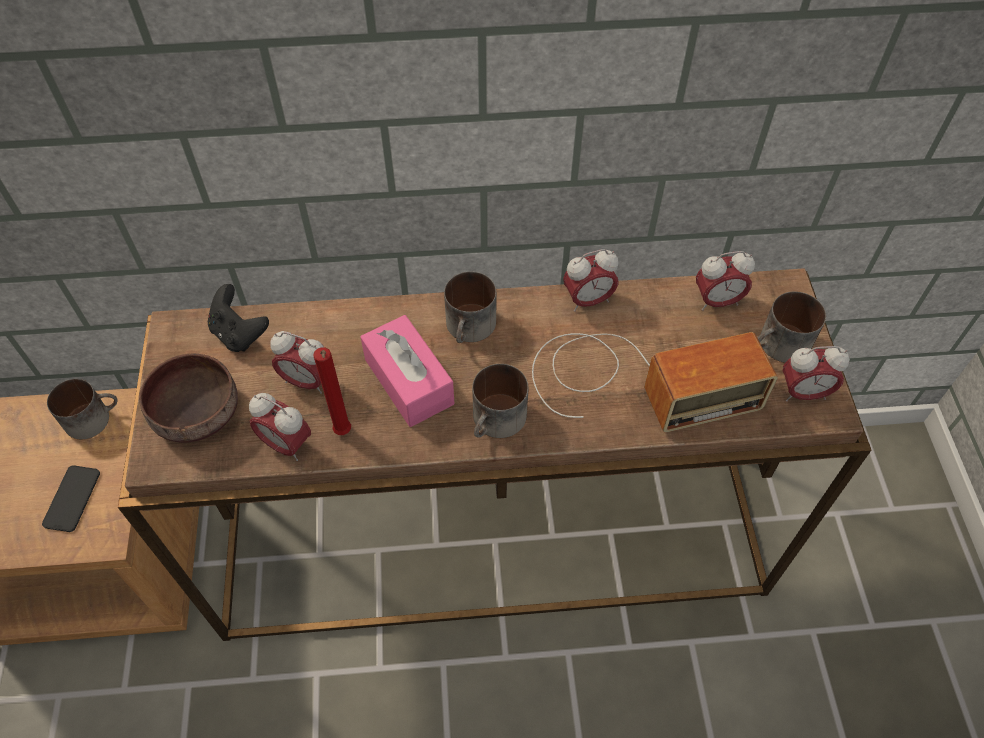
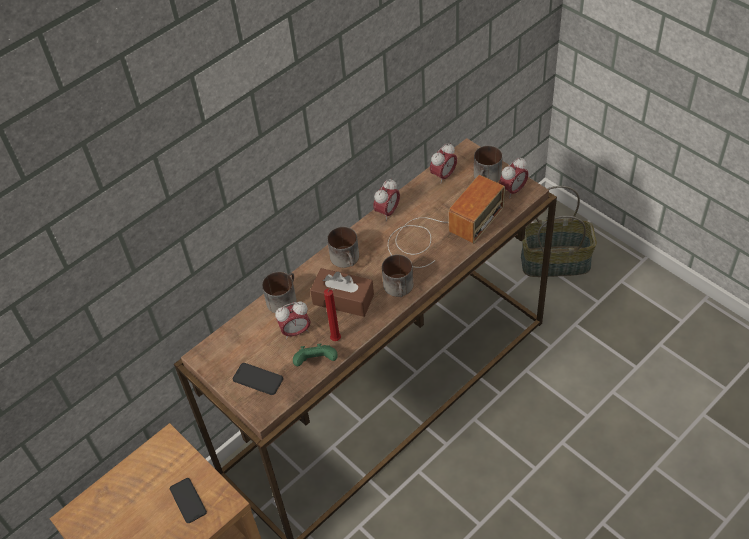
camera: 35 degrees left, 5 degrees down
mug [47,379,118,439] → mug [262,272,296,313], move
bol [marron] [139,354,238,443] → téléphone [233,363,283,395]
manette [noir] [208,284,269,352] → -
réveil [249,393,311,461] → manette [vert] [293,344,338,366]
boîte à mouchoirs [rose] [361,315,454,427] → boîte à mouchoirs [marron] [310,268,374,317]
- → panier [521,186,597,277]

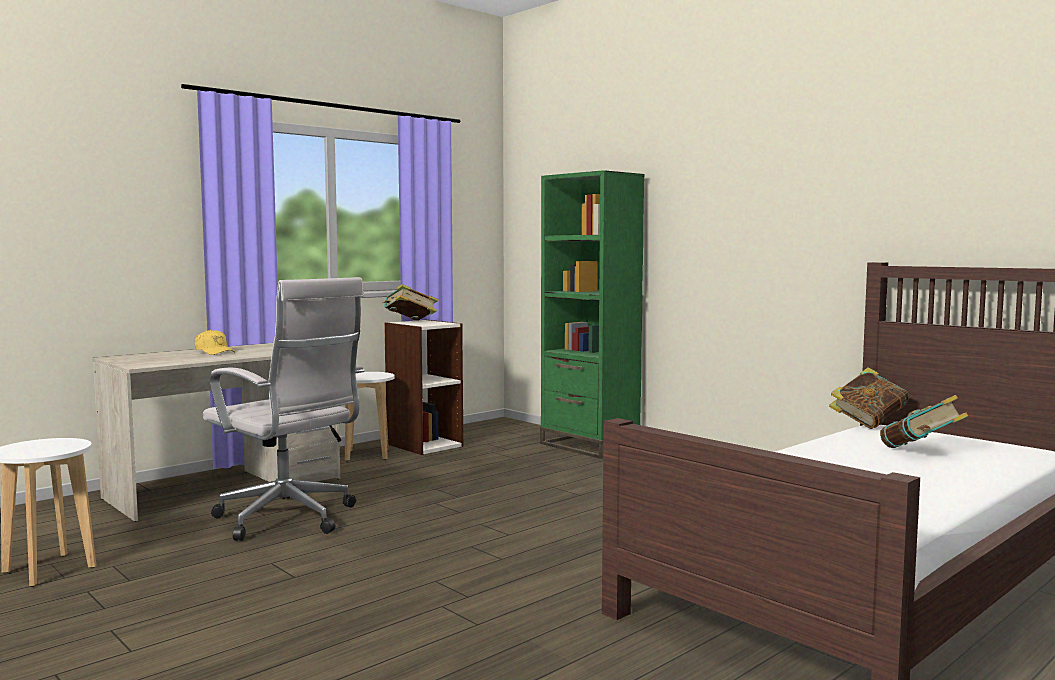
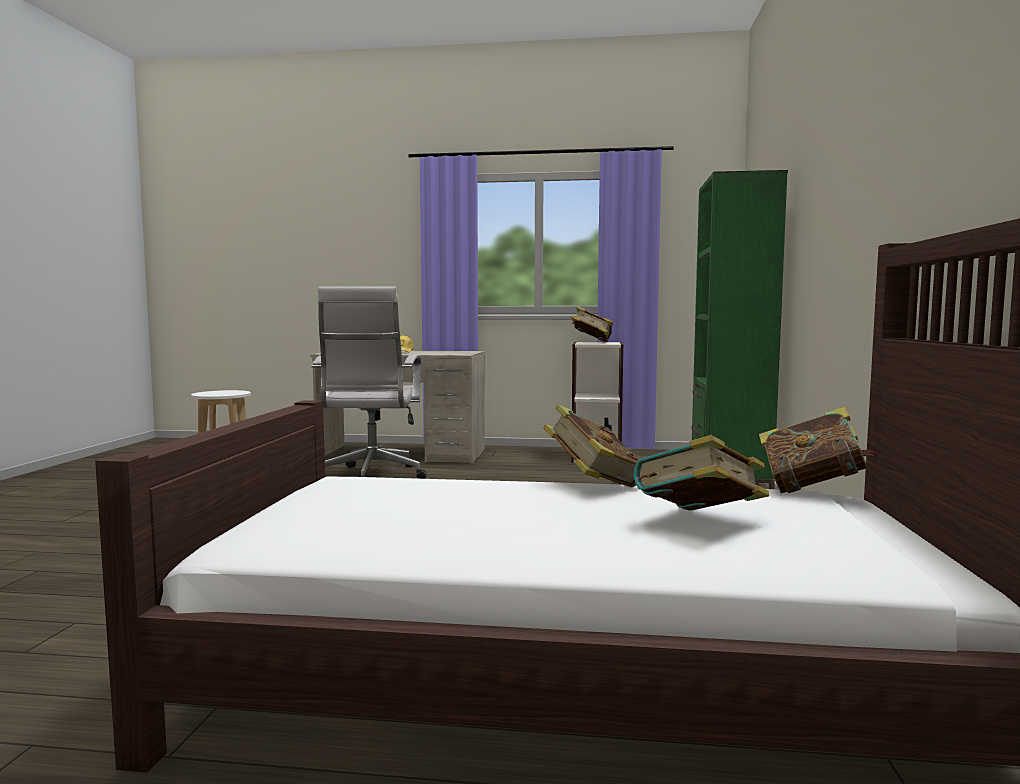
camera: 50 degrees right, 0 degrees up
tabouret [blanc] [345,372,394,461] → -
- → livre [543,404,640,487]

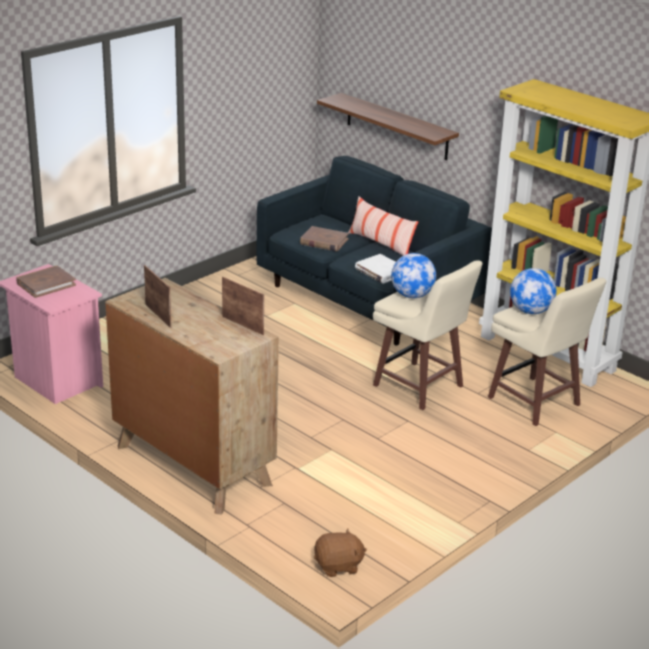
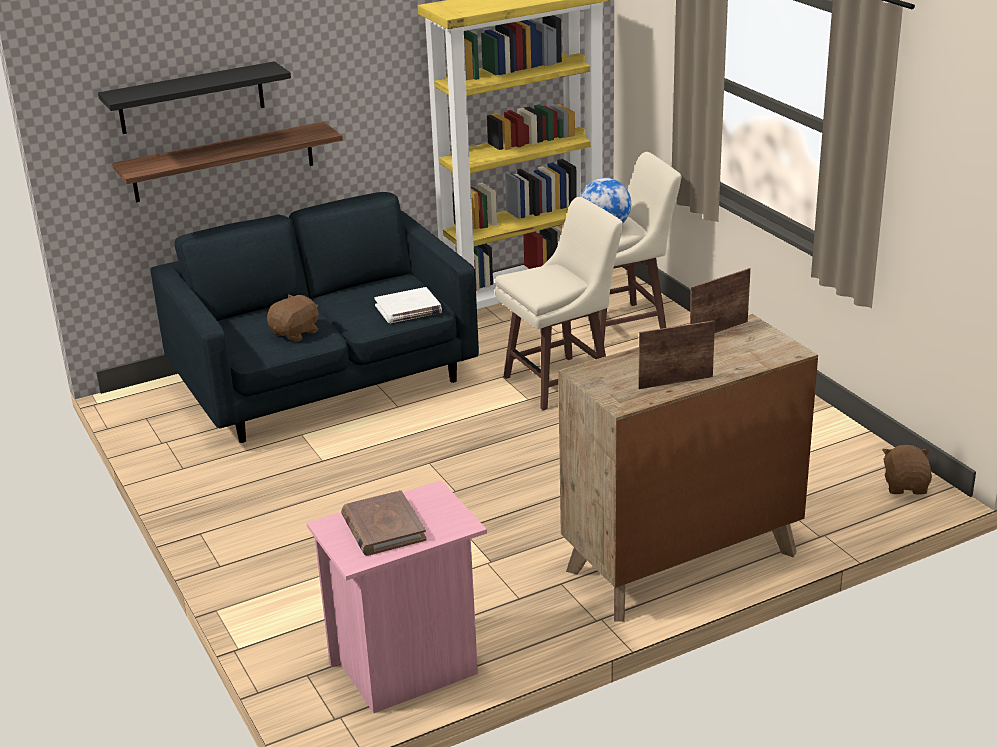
camera: 70 degrees left, 0 degrees up
livre [marron] [300,226,349,252] → peluche [marron] [267,294,319,342]
coussin [348,196,418,256] → -
globe [391,253,436,298] → -
- → étagère [noir] [98,61,291,134]

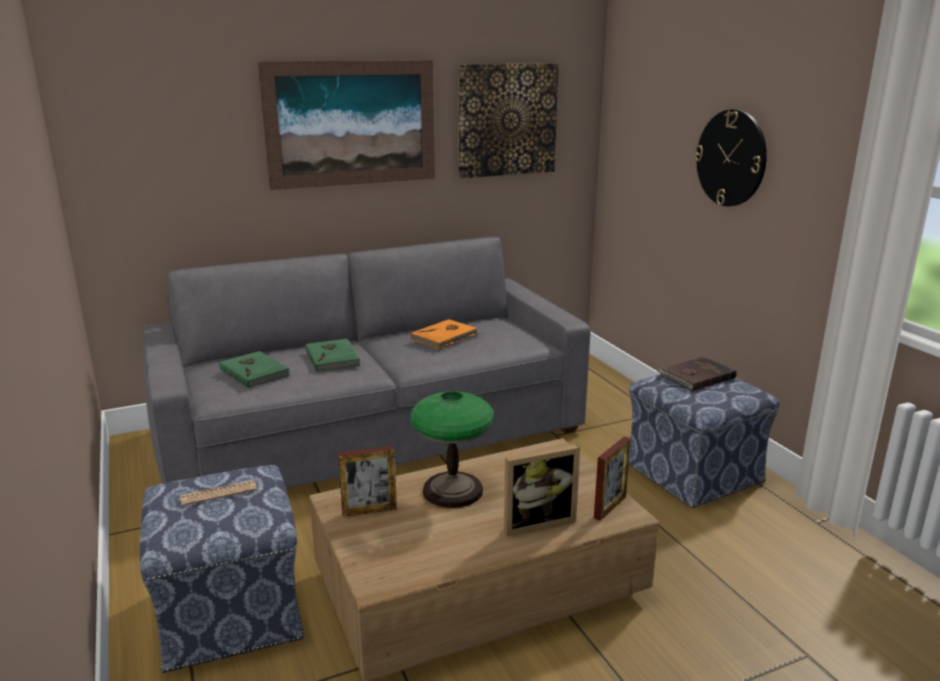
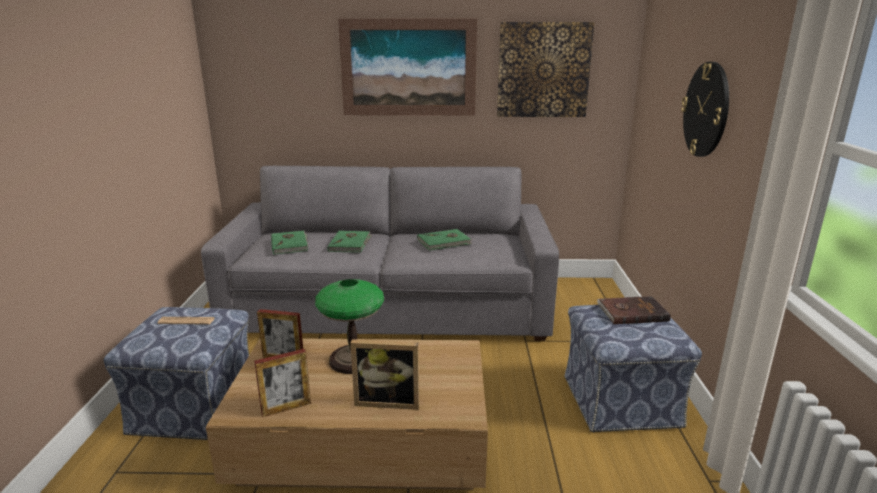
camera: 25 degrees right, 0 degrees up
livre [orange] [410,319,480,350] → livre [vert] [417,229,473,251]
cadre photo [594,436,631,521] → cadre photo [254,349,311,417], move

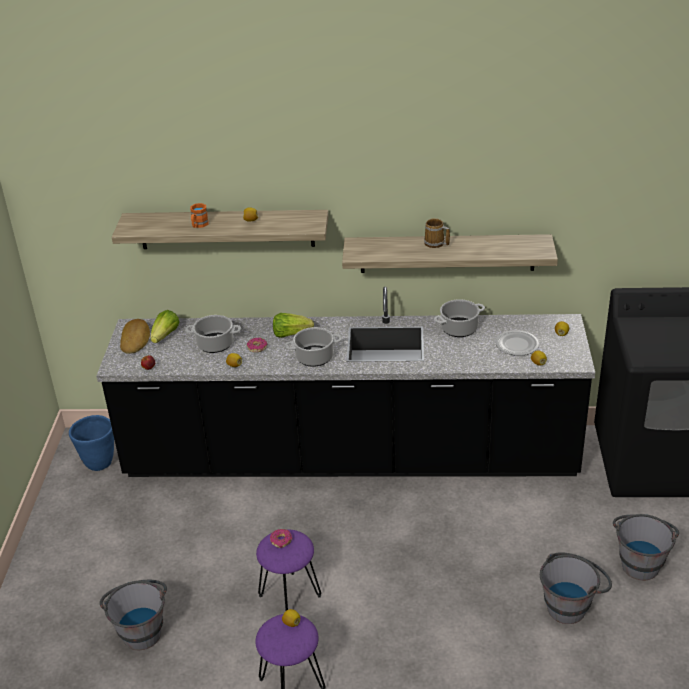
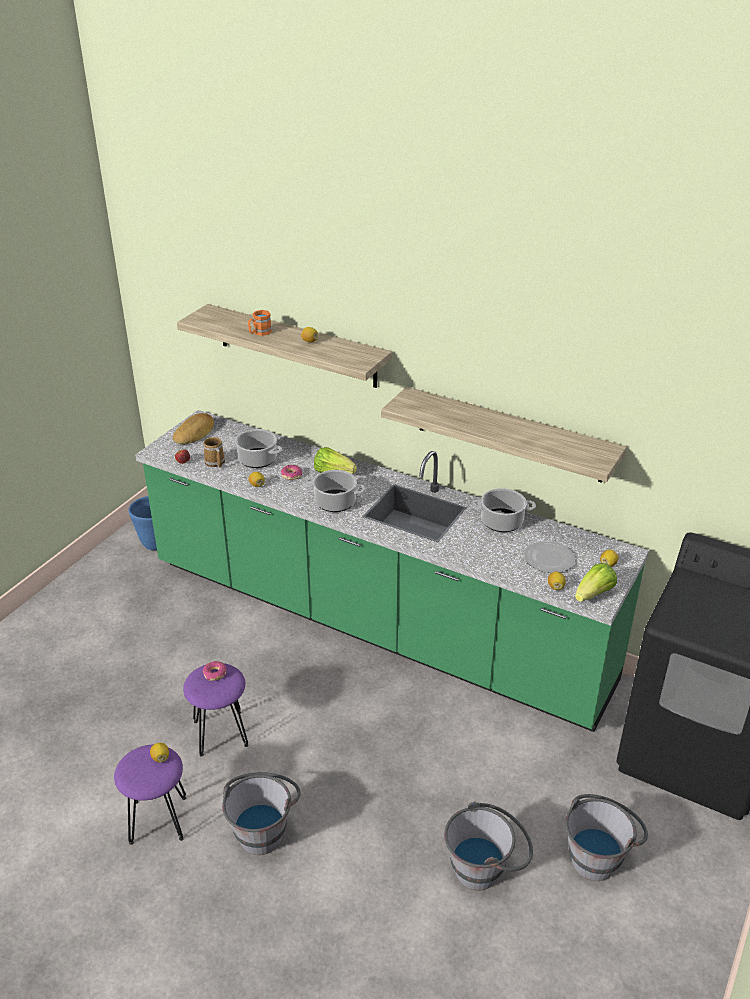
camera: 25 degrees right, 0 degrees up
comptoir de cuisine [noir] [96,286,595,477] → comptoir de cuisine [vert] [135,410,649,732]
seau [gris] [100,580,167,650] → seau [gris] [222,772,301,855], move
laitue [151,310,180,343] → laitue [575,563,617,602], move
mug [424,218,450,248] → mug [203,437,225,468], move

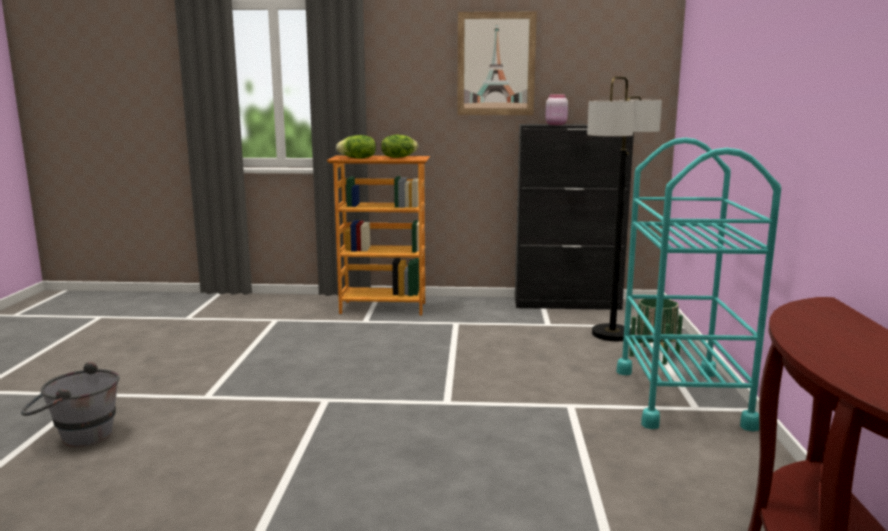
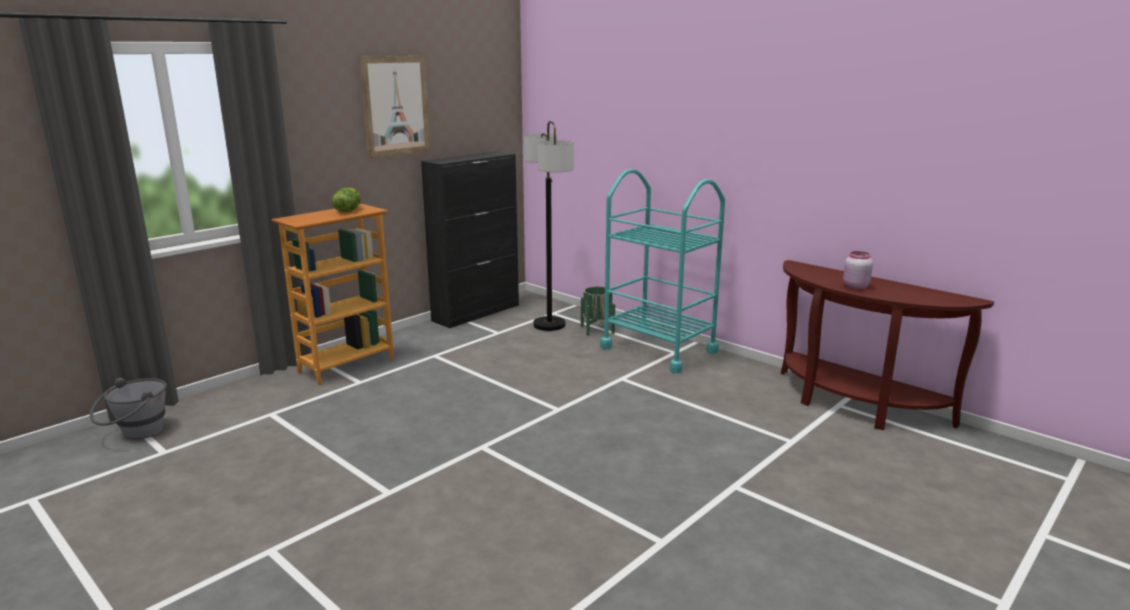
camera: 50 degrees left, 5 degrees up
seau [gris] [21,362,120,447] → seau [gris] [90,378,167,440], move
laitue [336,135,376,159] → -
bocal [rose] [545,94,568,125] → bocal [rose] [843,251,873,289], move

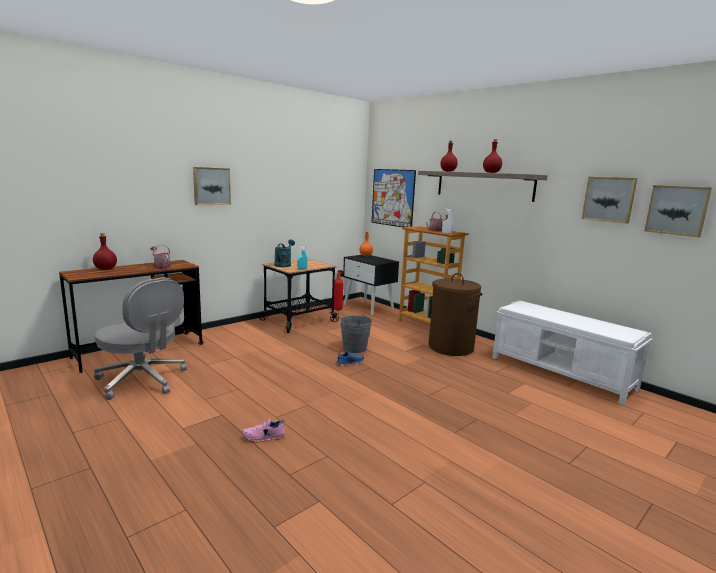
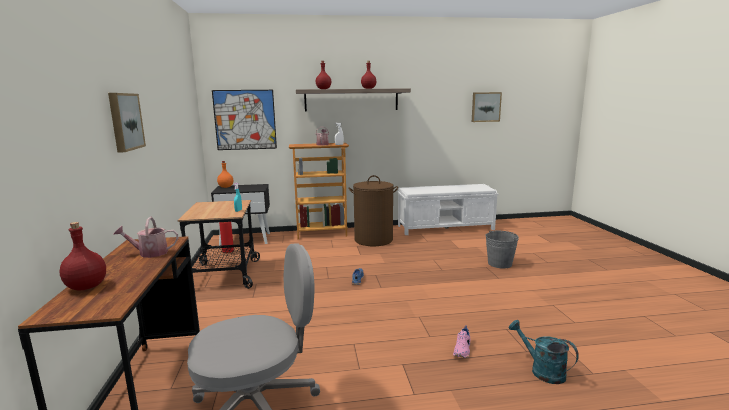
camera: 55 degrees left, 0 degrees up
arrosoir [turquoise] [274,240,295,267] → arrosoir [turquoise] [509,320,579,384], move
seau [gris] [340,314,372,353] → seau [gris] [485,230,519,268], move
tableau [582,177,637,224] → -

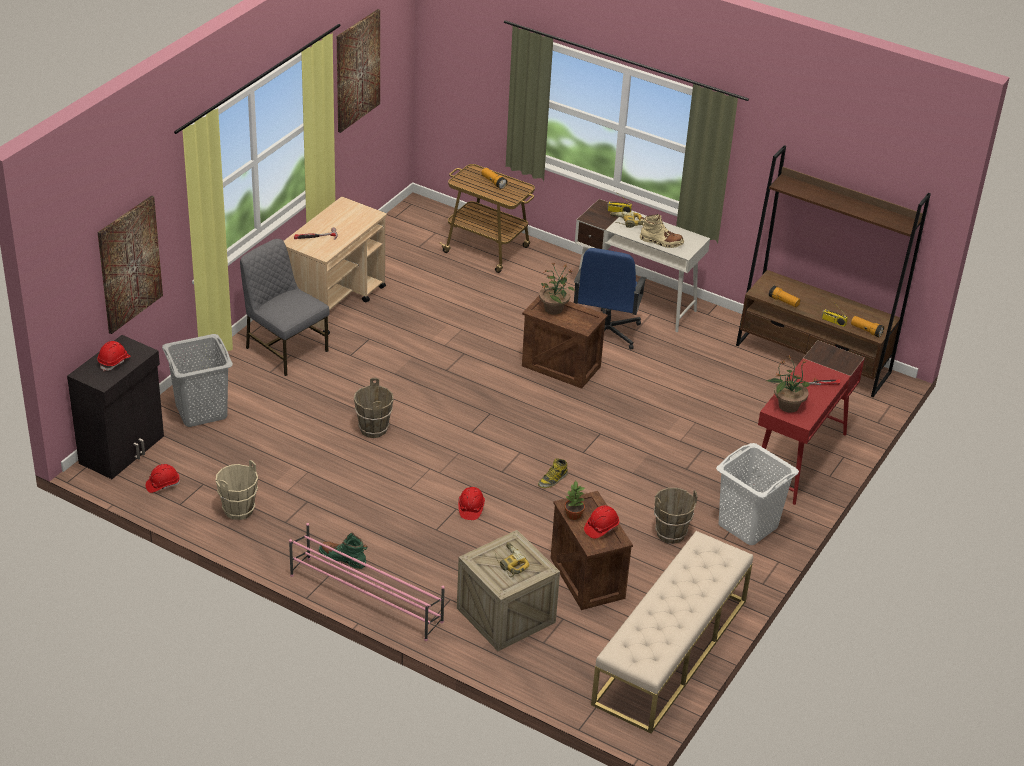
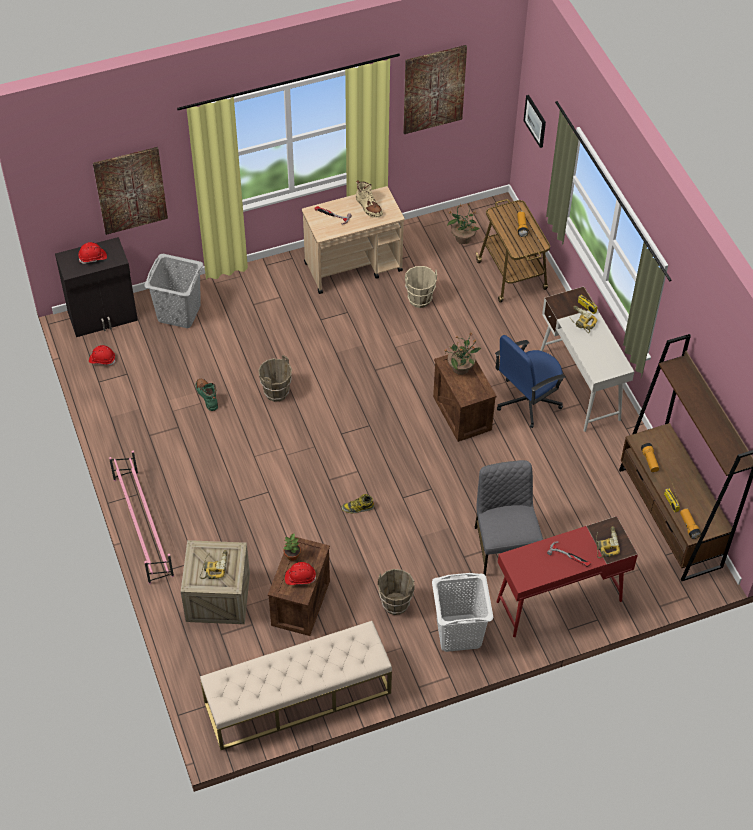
camera: 40 degrees right, 15 degrees up
seau [beige] [216,460,258,520] → seau [beige] [405,266,437,308], move
chaise [gris] [240,239,330,376] → chaise [gris] [475,460,543,576], move
botte [vert] [319,533,368,569] → botte [vert] [196,379,218,411], move
casque de chantier [rouge] [458,487,485,520] → -
botte [beige] [640,214,684,248] → botte [beige] [356,181,383,218], move
plante en pot [767,355,818,413] → plante en pot [447,203,479,244], move
- → tableau [523,95,546,148]
- → perceuse [596,526,620,558]

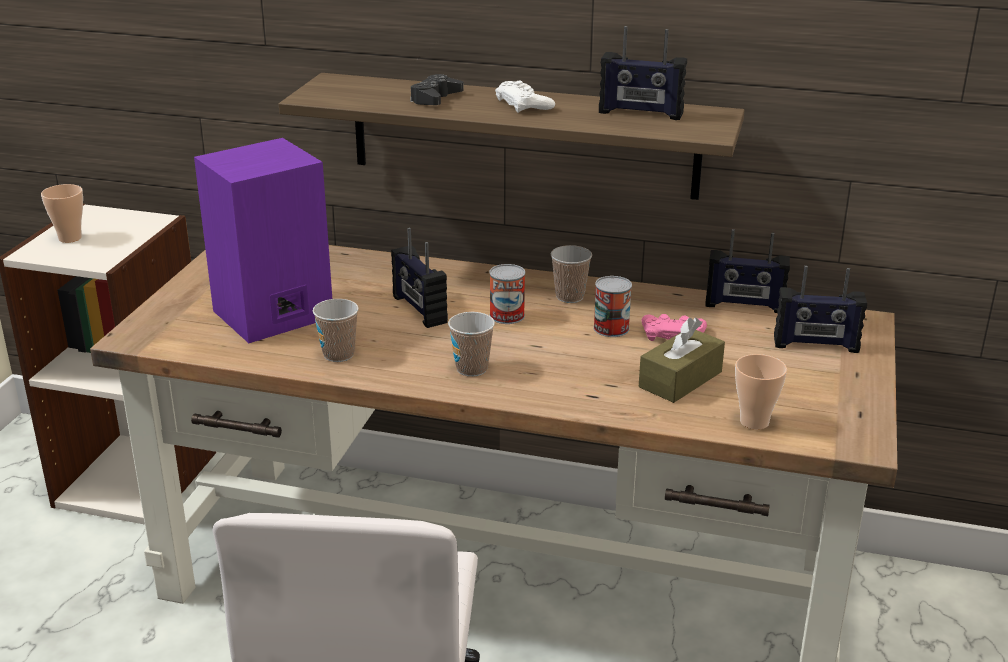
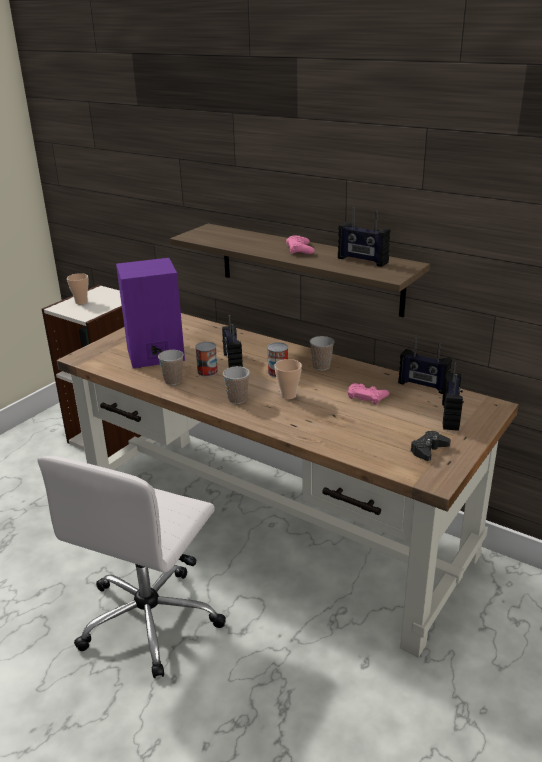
camera: 20 degrees right, 0 degrees up
manette [noir] [410,74,464,105] → manette [noir] [410,431,451,461], move
manette [blanc] [495,81,555,113] → manette [rose] [286,236,315,254]
boîte métallique [593,276,632,337] → boîte métallique [195,342,218,377], move
boîte à mouchoirs [marron] [639,318,725,403] → -
tasse [735,354,787,430] → tasse [274,359,302,400], move
radio [774,266,867,353] → radio [442,362,464,431], 105 degrees counterclockwise

